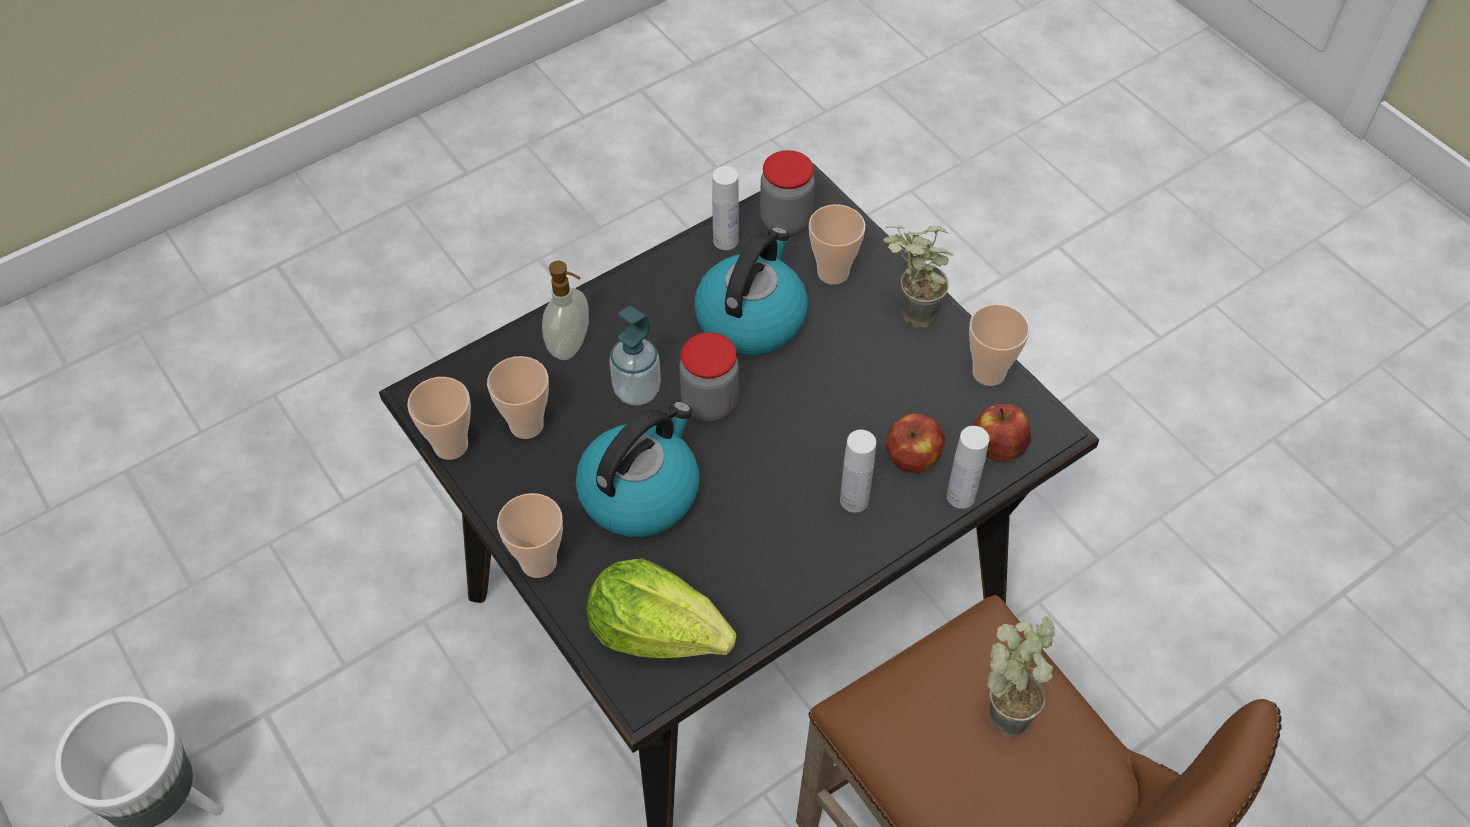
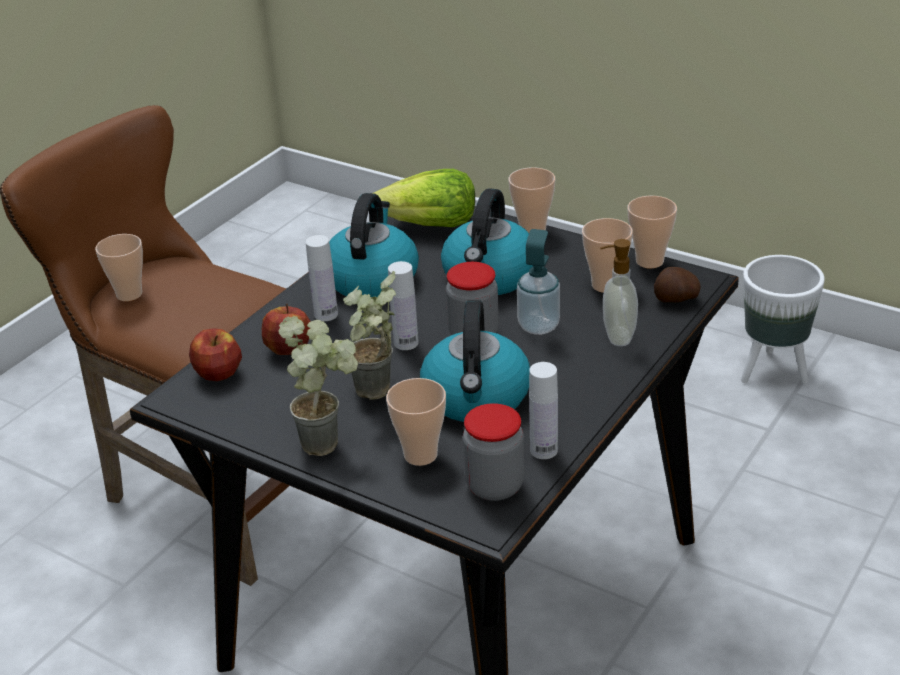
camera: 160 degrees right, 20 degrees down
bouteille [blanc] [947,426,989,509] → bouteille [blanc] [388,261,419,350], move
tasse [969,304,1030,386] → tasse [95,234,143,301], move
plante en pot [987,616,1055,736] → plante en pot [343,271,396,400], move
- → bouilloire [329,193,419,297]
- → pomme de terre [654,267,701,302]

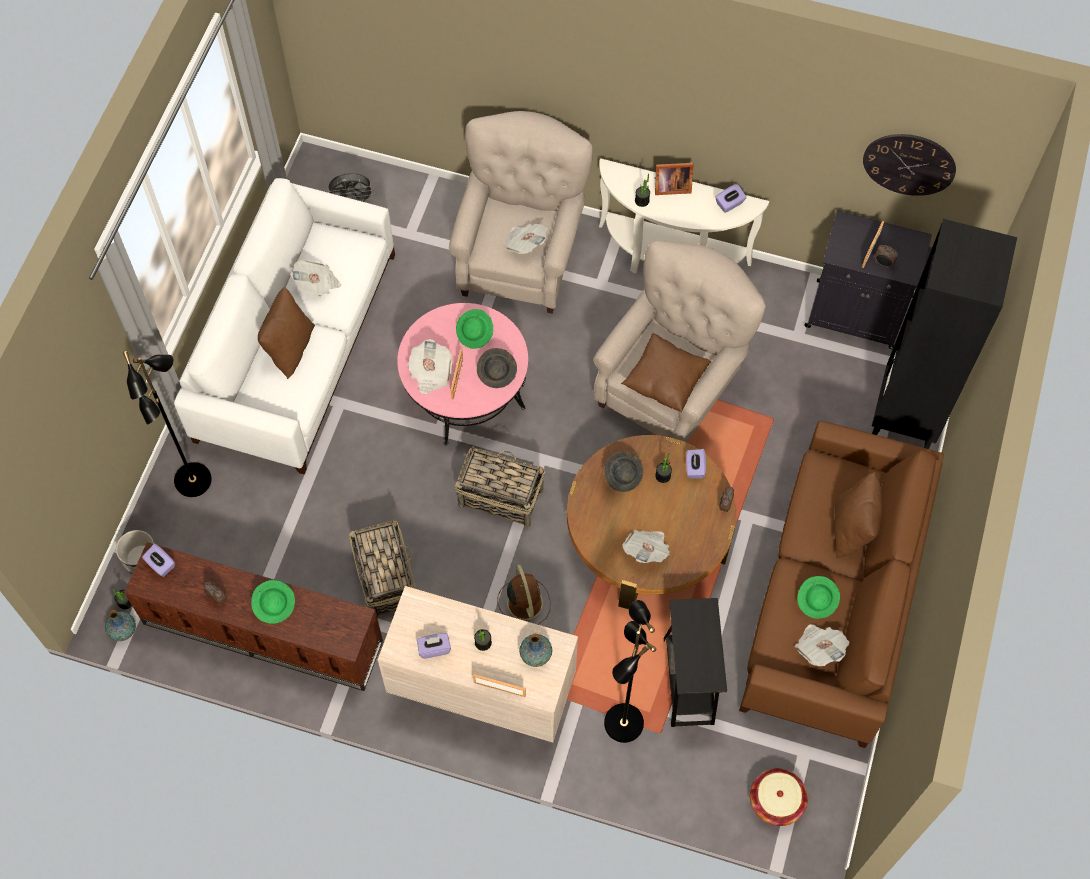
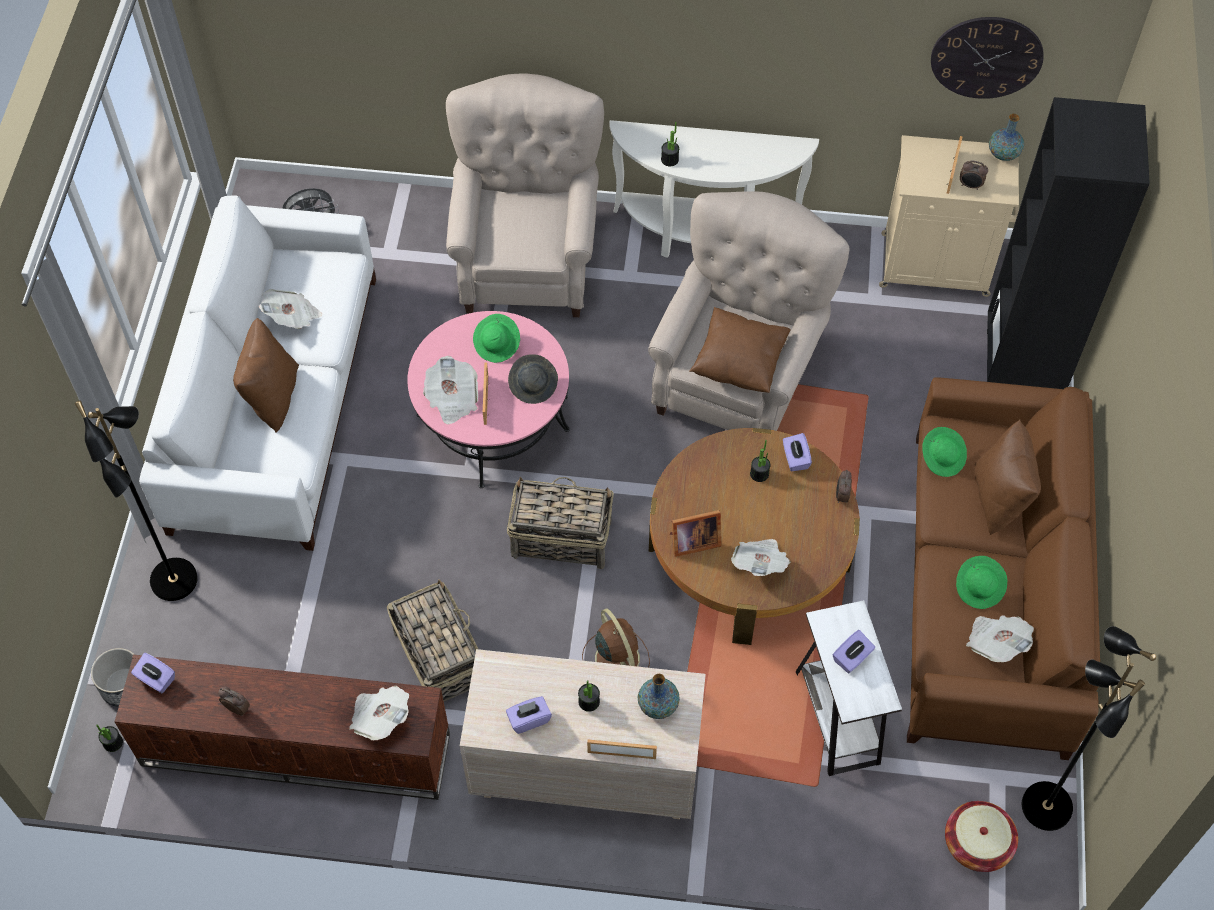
camera: 10 degrees left, 5 degrees down
vase [105,610,136,641] → vase [989,114,1024,161], move
chapeau [vert] [251,580,295,624] → chapeau [vert] [923,427,967,477], move
journal [504,223,548,254] → journal [349,686,409,740], move
chapeau [gris] [604,451,643,492] → -
lampadaire [noir] [604,600,656,743] → lampadaire [noir] [1022,626,1156,831], move
cadre photo [655,163,693,195] → cadre photo [670,510,721,557], move
table d'appoint [noir] [664,598,727,727] → table d'appoint [blanc] [796,600,902,776]
boîte à mouchoirs [violet] [715,184,747,213] → boîte à mouchoirs [violet] [832,630,875,673], move
meuble de rangement [noir] [804,210,932,349] → meuble de rangement [beige] [879,135,1019,297]

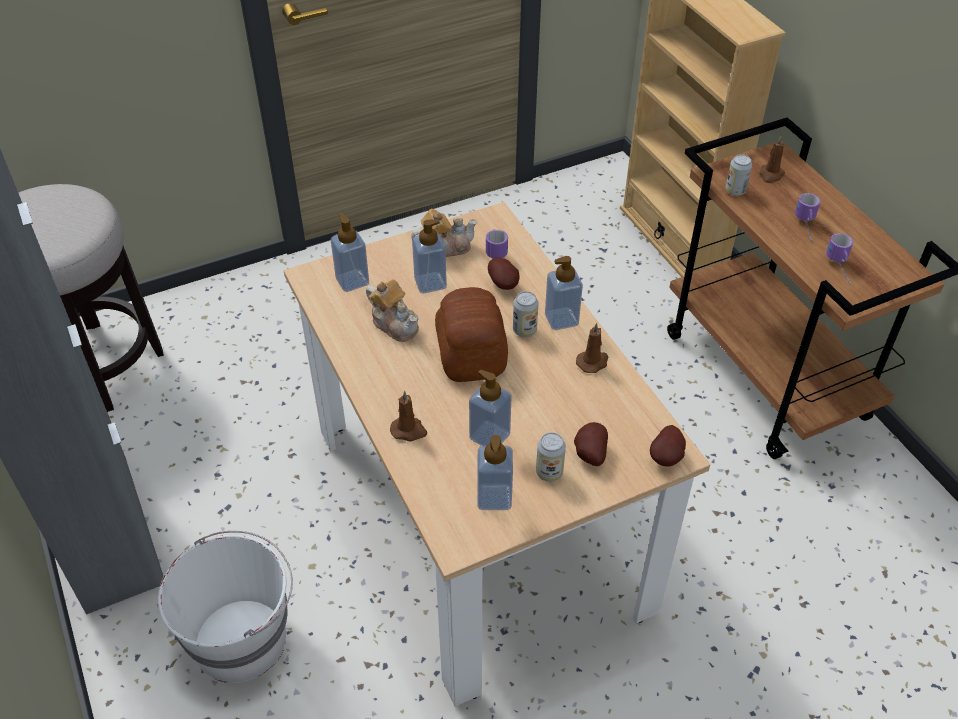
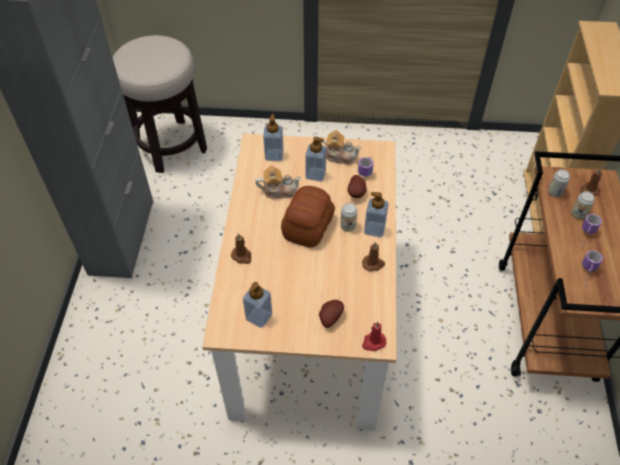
camera: 30 degrees right, 5 degrees up
seau [blanc] [158,531,293,683] → -
théière [366,279,419,342] → théière [255,166,301,199], 75 degrees counterclockwise
distributeur de savon [469,370,512,446] → -
boîte métallique [536,432,566,482] → boîte métallique [571,191,594,219], move
pomme de terre [650,425,686,466] → bougie [rouge] [362,322,386,351]

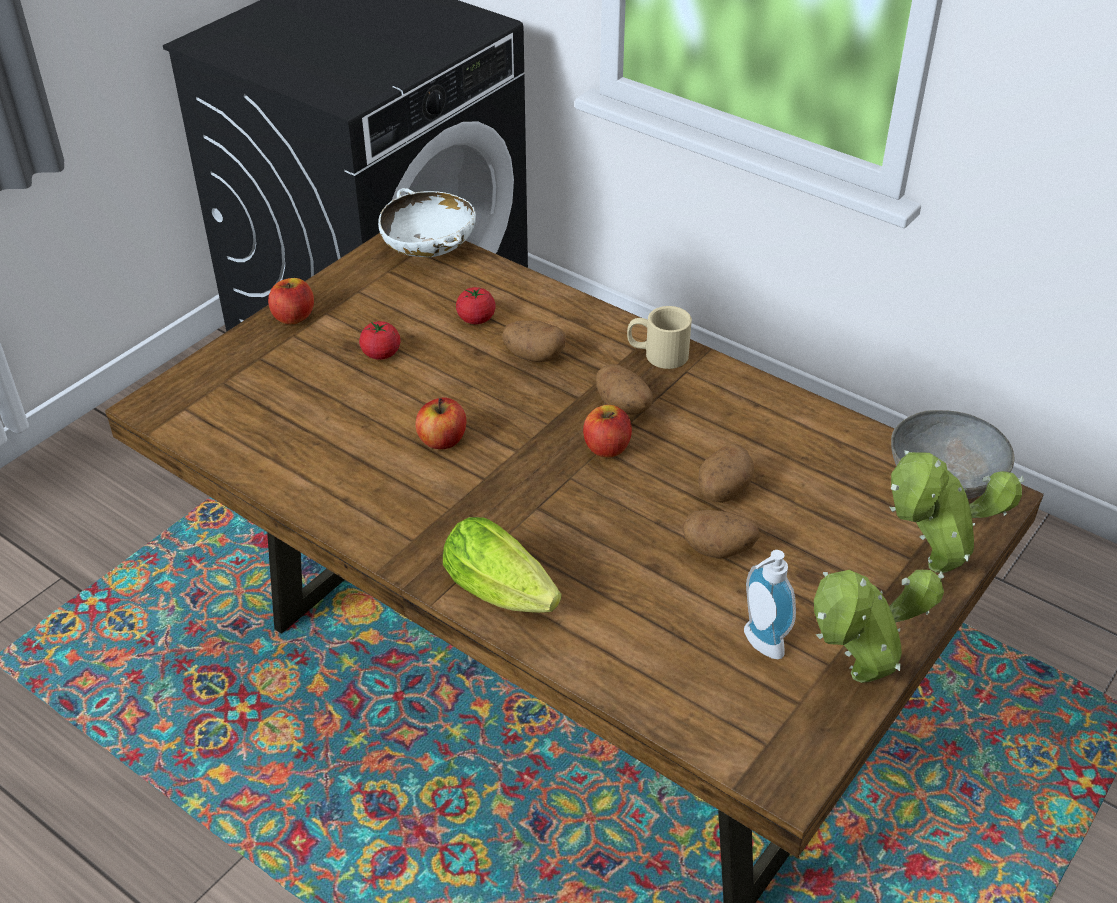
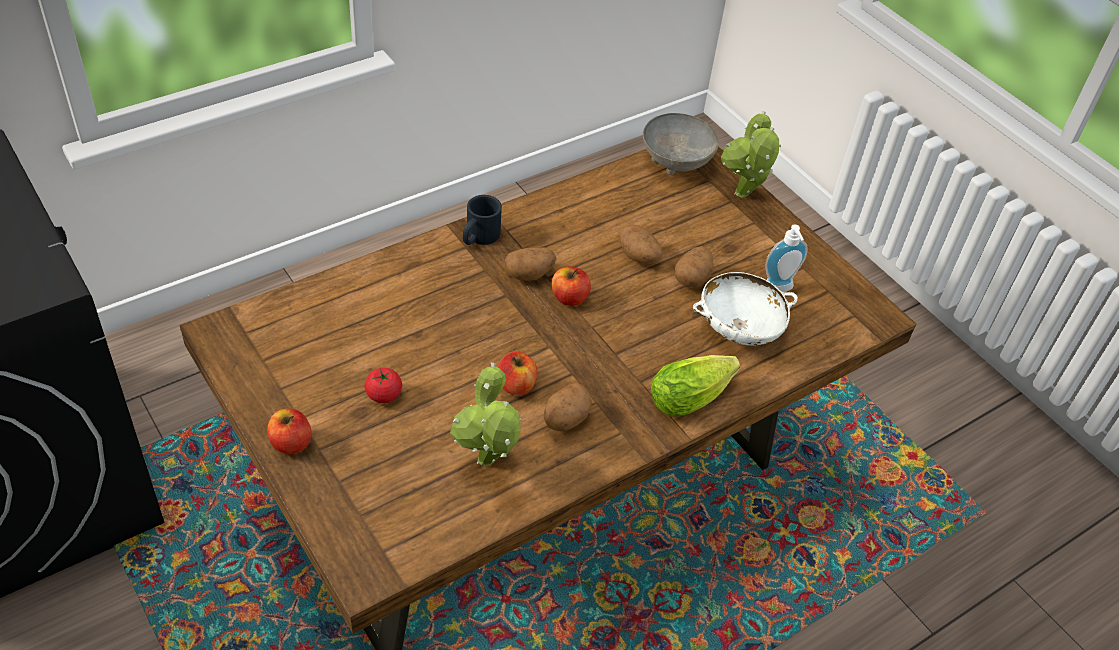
camera: 75 degrees left, 5 degrees up
bol [blanc] [378,188,476,257] → bol [blanc] [693,272,798,345], move
tomate [456,287,496,324] → -
pomme de terre [502,320,566,362] → pomme de terre [544,383,592,432], move
mug [beige] [627,306,692,369] → mug [noir] [463,195,502,245]
plante en pot [814,570,944,683] → plante en pot [450,363,522,467], move

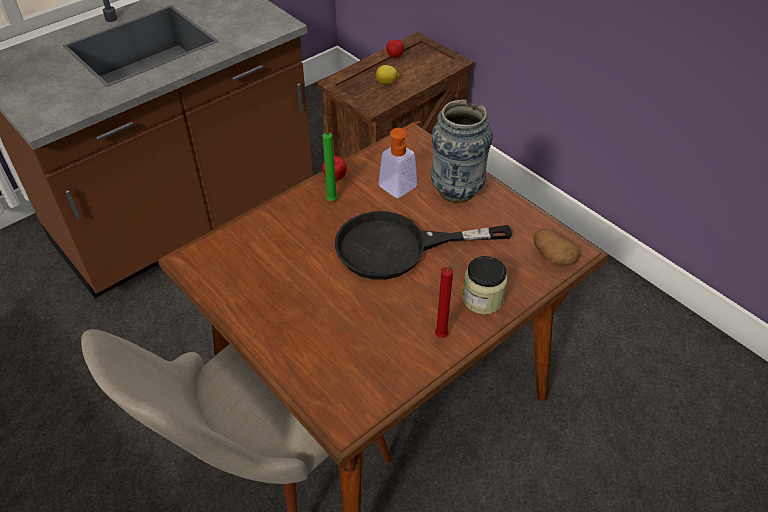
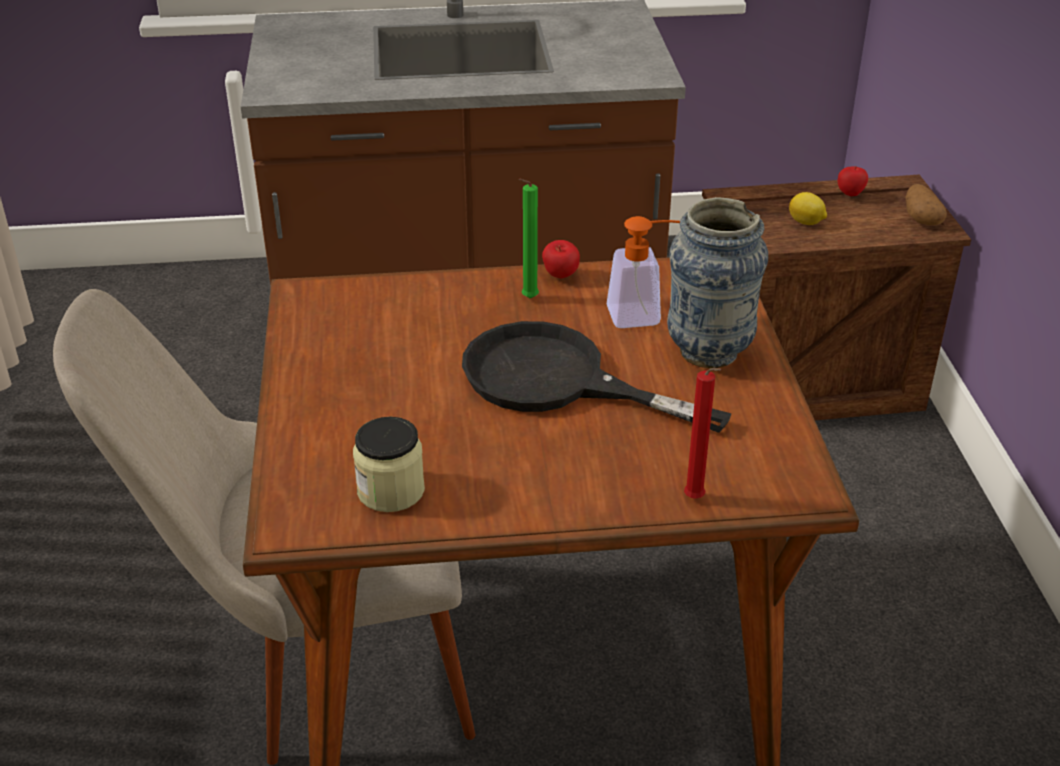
camera: 35 degrees right, 10 degrees down
bougie [rouge] [435,265,460,338] → bougie [rouge] [684,368,721,499], move
bocal [462,256,508,314] → bocal [353,417,425,512], move
pomme de terre [533,229,580,266] → pomme de terre [906,184,947,225], move

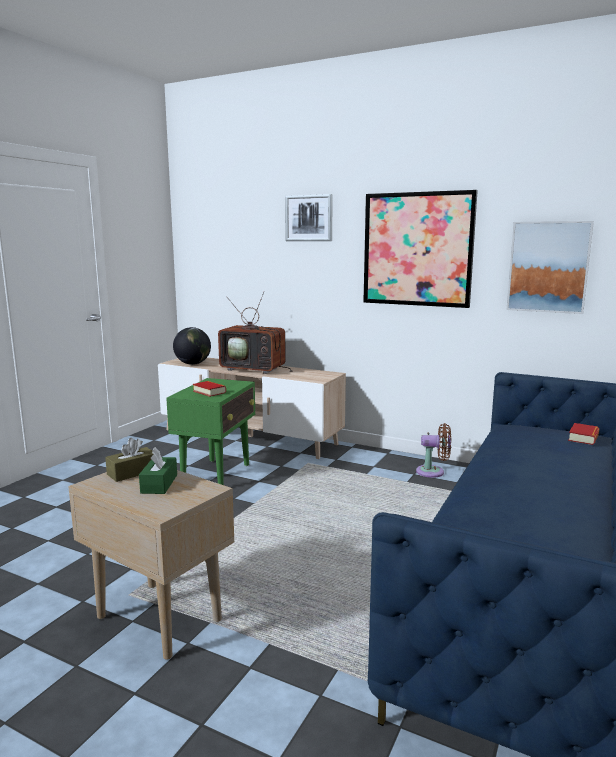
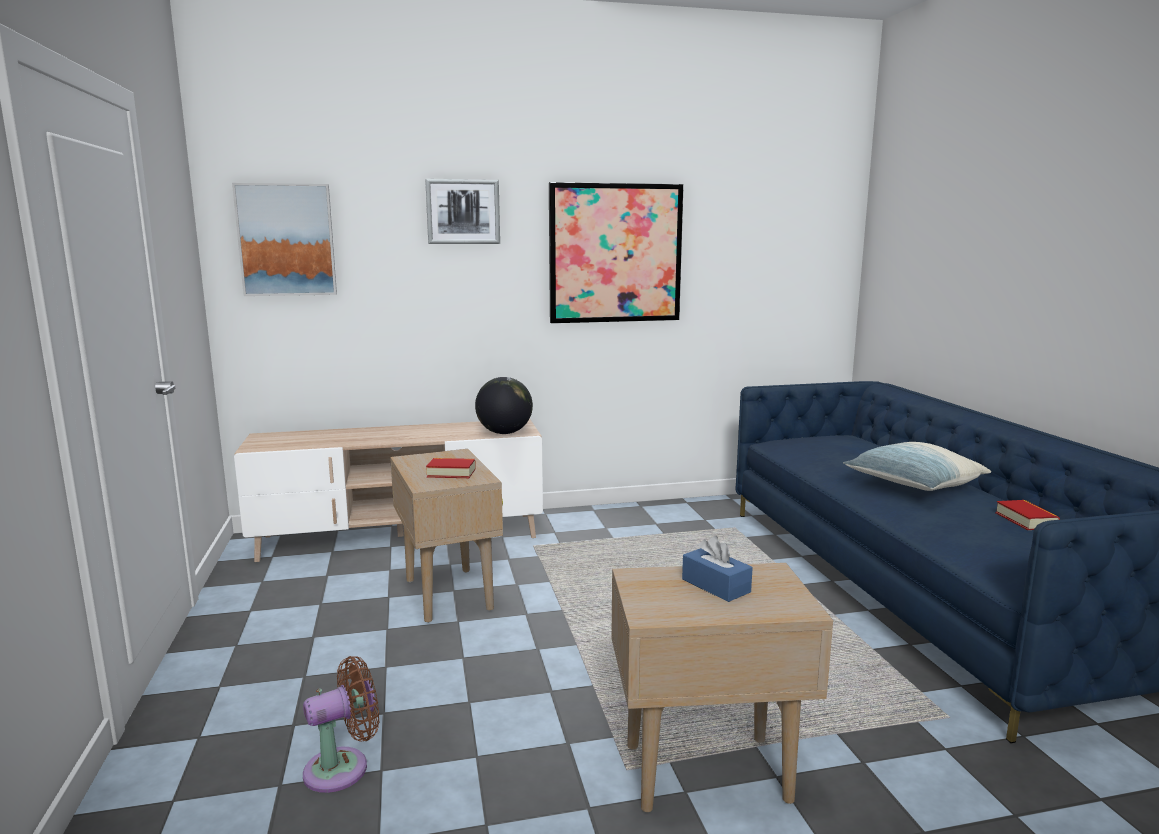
camera: 40 degrees left, 0 degrees up
boîte à mouchoirs [marron] [105,438,153,482] → -
boîte à mouchoirs [vert] [139,447,177,494] → boîte à mouchoirs [bleu] [682,536,753,602]
table d'appoint [vert] [166,378,255,485] → table d'appoint [beige] [390,449,503,622]
globe [173,327,211,365] → globe [475,377,533,434], move
téléviseur [218,293,292,374] → -
ventilateur [marron] [416,423,451,478] → ventilateur [marron] [303,656,379,793], move
tableau [507,221,594,314] → tableau [232,183,337,296], move
livre [568,423,600,445] → livre [995,500,1060,530], move
- → coussin [843,442,991,491]

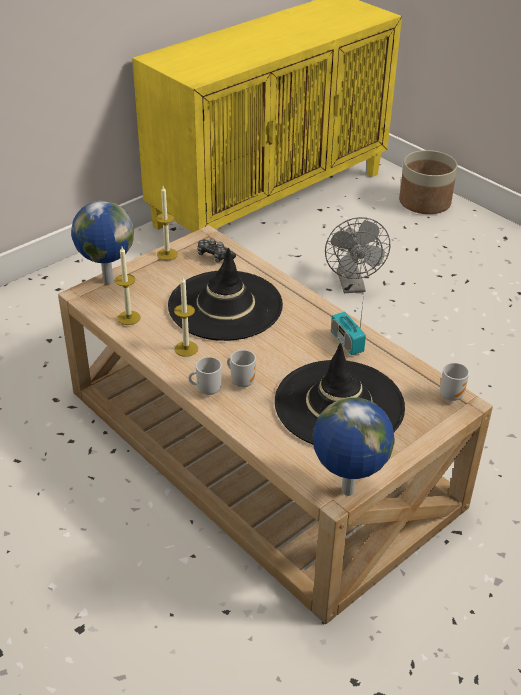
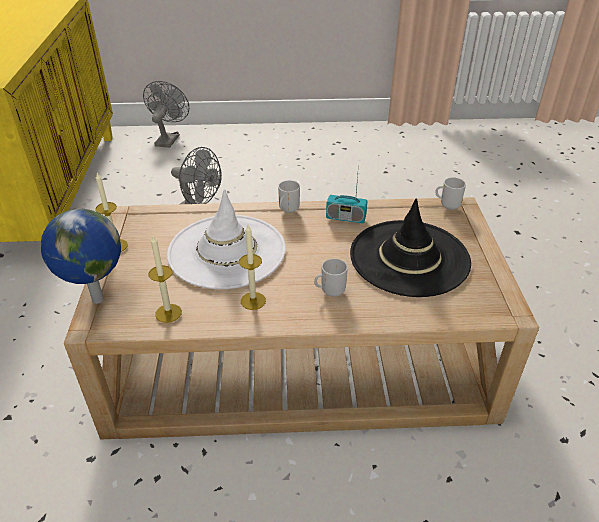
camera: 50 degrees left, 0 degrees up
chapeau [noir] [168,248,283,341] → chapeau [blanc] [167,189,286,289]
mug [188,357,222,395] → mug [278,180,300,213], move
manette [197,239,236,262] → -
globe [313,397,395,496] → -
cache-pot [399,150,457,214] → ventilateur [gris] [143,81,189,148]

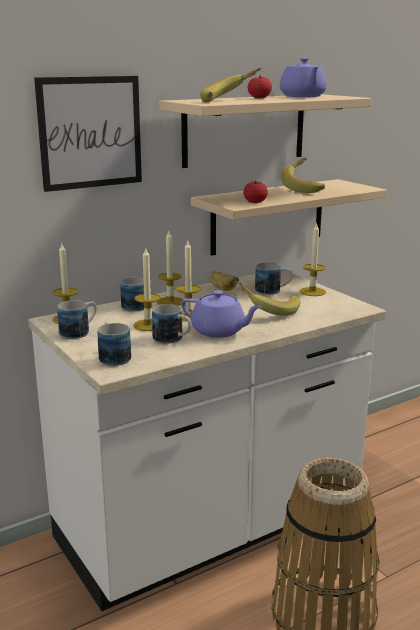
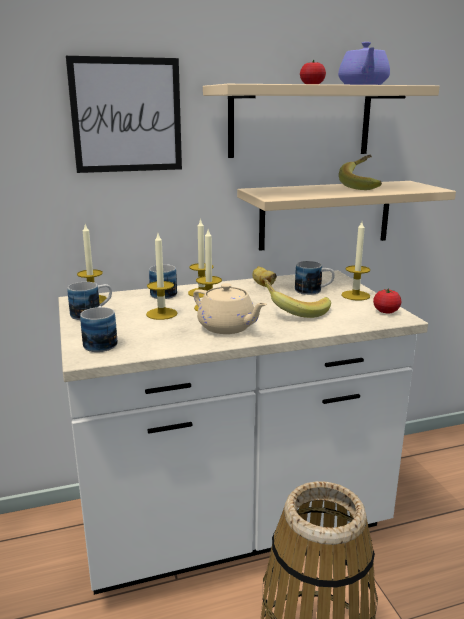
camera: 15 degrees right, 0 degrees up
mug [152,304,191,344] → -
théière [violet] [181,290,262,338] → théière [beige] [193,283,267,334]
banane [200,68,262,102] → -
tomate [243,180,268,203] → tomate [373,288,401,313], move

